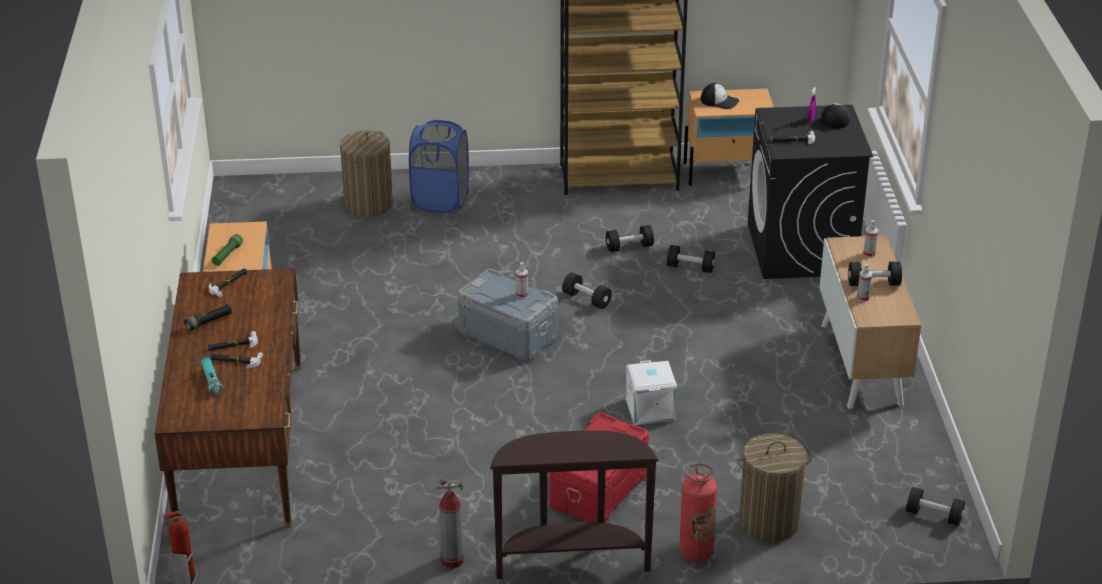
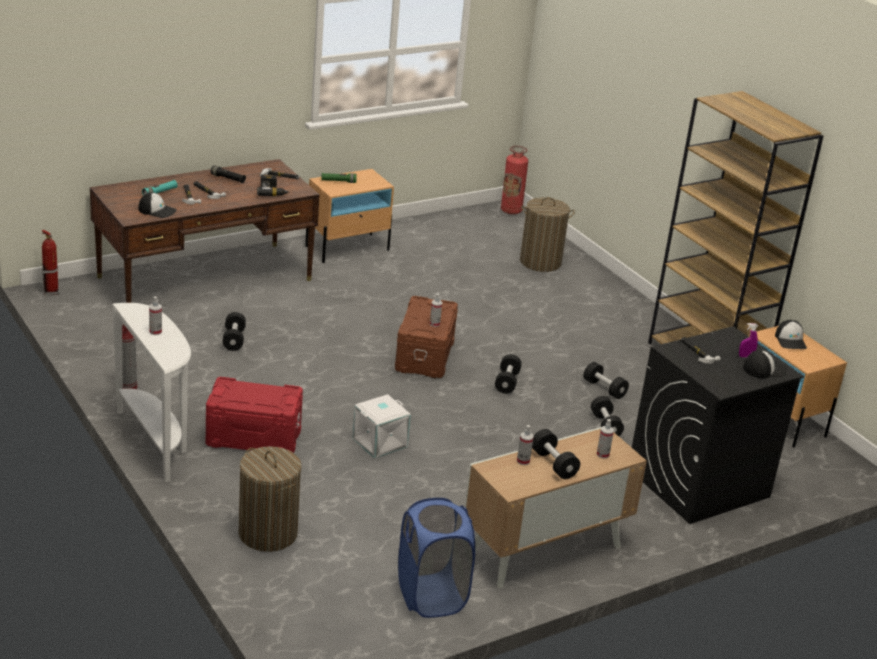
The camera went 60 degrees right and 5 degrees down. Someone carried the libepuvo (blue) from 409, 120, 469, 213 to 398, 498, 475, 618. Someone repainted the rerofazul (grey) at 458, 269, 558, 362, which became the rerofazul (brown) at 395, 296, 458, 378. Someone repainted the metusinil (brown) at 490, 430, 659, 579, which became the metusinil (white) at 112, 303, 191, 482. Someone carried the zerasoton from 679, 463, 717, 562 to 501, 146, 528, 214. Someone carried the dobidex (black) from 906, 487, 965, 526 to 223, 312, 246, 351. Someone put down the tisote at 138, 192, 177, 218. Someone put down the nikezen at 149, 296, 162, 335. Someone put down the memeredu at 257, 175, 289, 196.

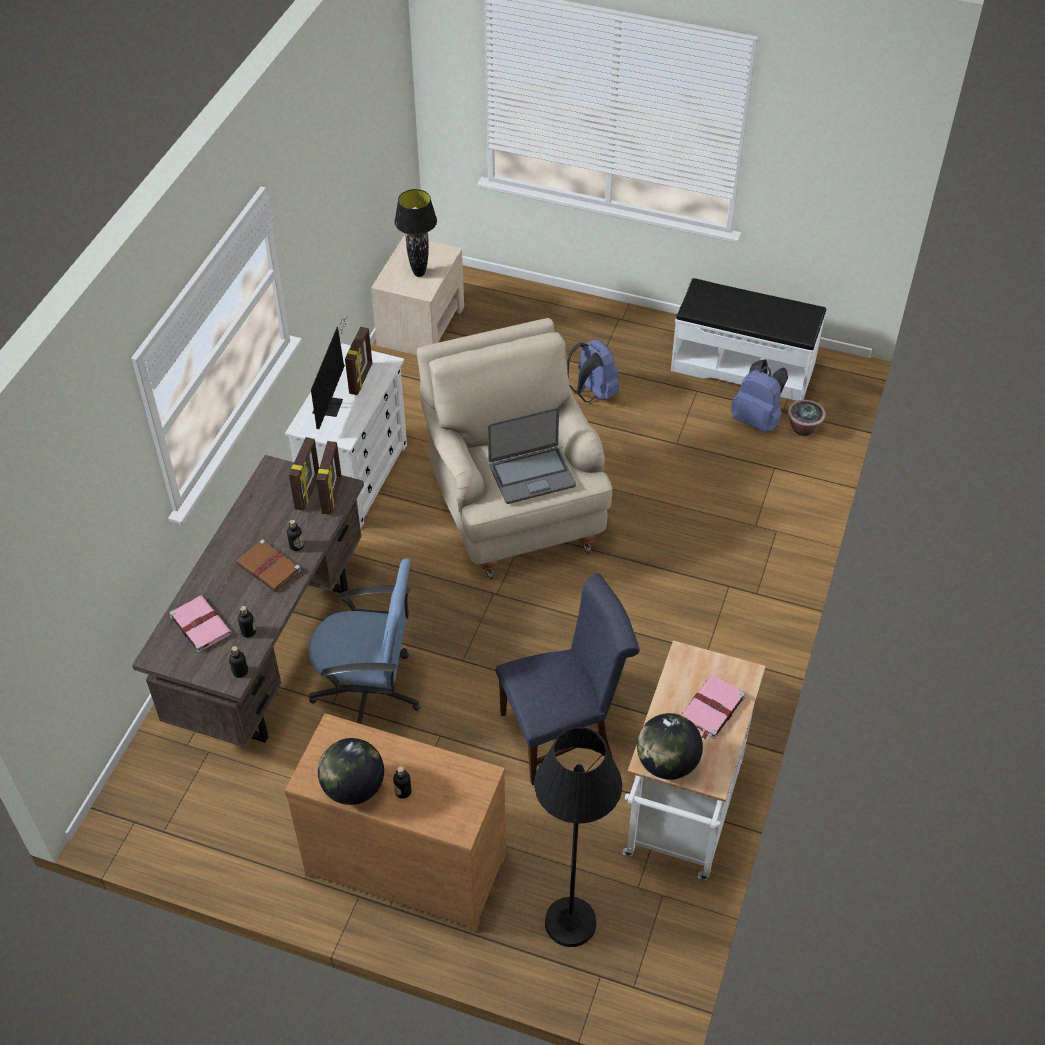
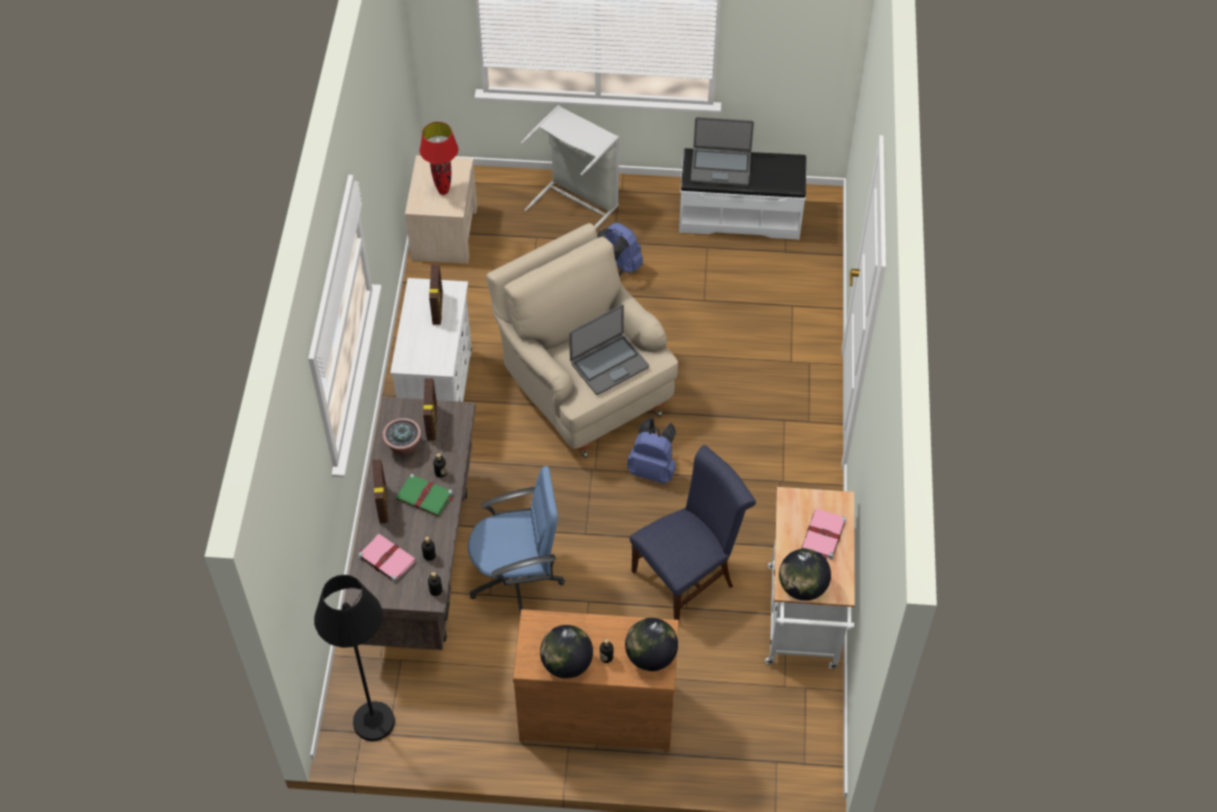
The camera went 15 degrees left and 5 degrees up. Someone repainted the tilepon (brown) at 236, 539, 301, 592, which became the tilepon (green) at 396, 474, 455, 516. Someone took away the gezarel at 311, 318, 345, 429. Someone carried the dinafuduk from 316, 441, 342, 515 to 372, 459, 389, 523. Someone repainted the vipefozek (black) at 394, 189, 437, 277, which became the vipefozek (red) at 420, 122, 458, 195. Someone carried the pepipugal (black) from 534, 727, 622, 947 to 314, 575, 395, 741. Someone carried the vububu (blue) from 730, 359, 788, 433 to 627, 418, 676, 484. Someone carried the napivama from 787, 400, 826, 436 to 382, 418, 421, 456. Someone put down the libepuvo (grey) at 521, 105, 619, 229. Someone put down the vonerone at 625, 618, 678, 671. Someone put down the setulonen at 691, 117, 754, 186.

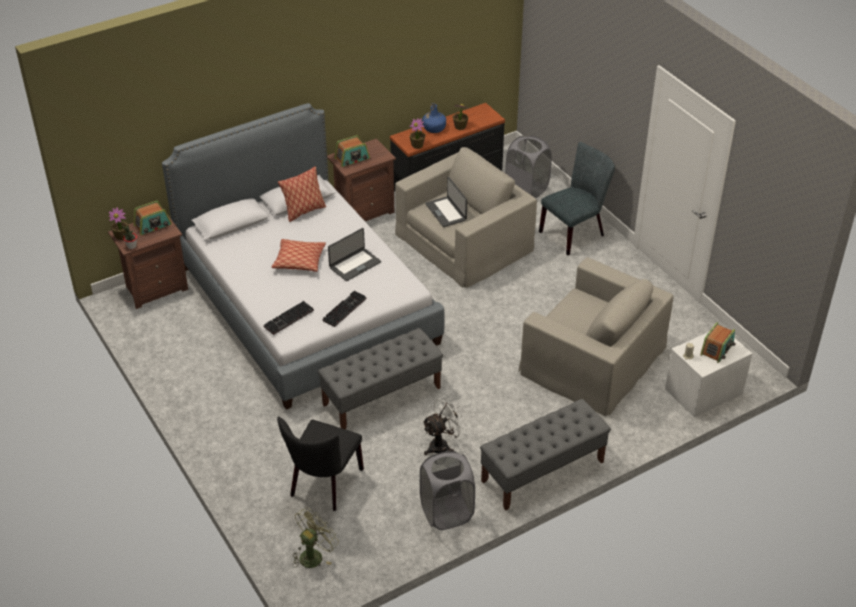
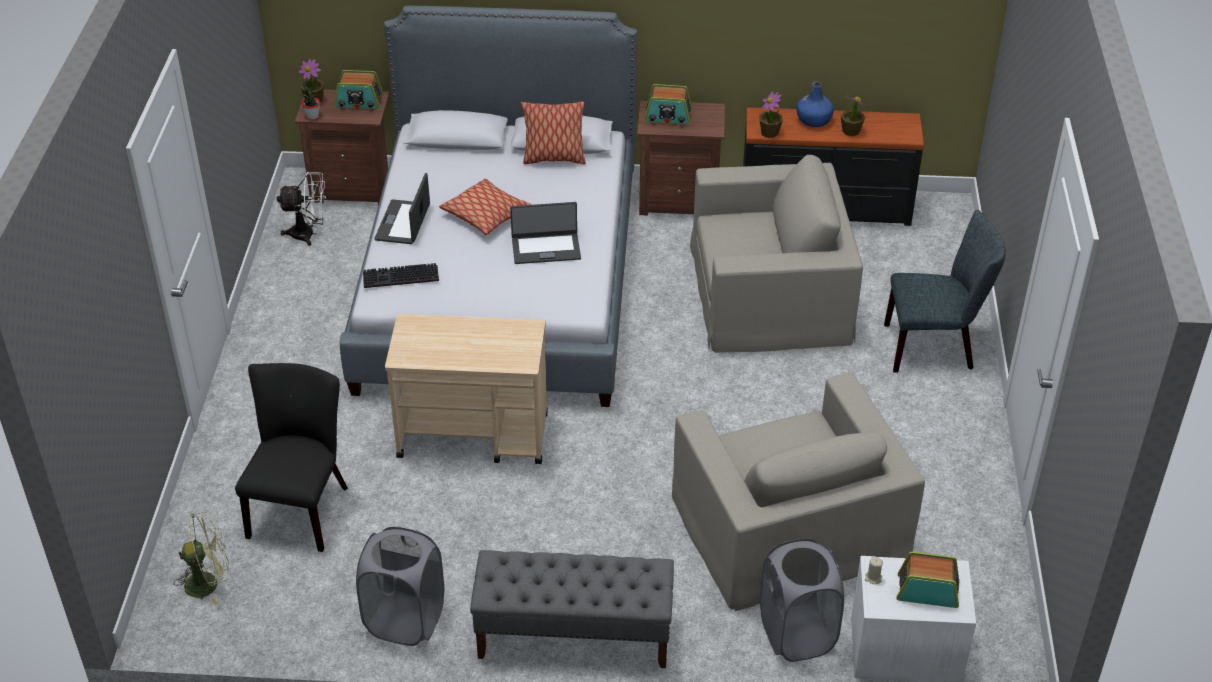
The camera went 35 degrees right and 0 degrees up. Someone rotated the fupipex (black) at 277, 416, 364, 511 by 135 degrees clockwise. Someone swapped the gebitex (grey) at 318, 328, 443, 429 for the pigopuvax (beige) at 385, 314, 548, 464. Someone took away the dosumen at 322, 290, 367, 327. Someone carried the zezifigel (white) from 422, 396, 467, 455 to 277, 172, 326, 246. Someone carried the setulonen from 425, 177, 467, 227 to 374, 173, 430, 244. Someone carried the libepuvo (grey) from 505, 136, 552, 198 to 760, 539, 844, 662. Someone rotated the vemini at 701, 322, 736, 363 by 150 degrees counterclockwise.

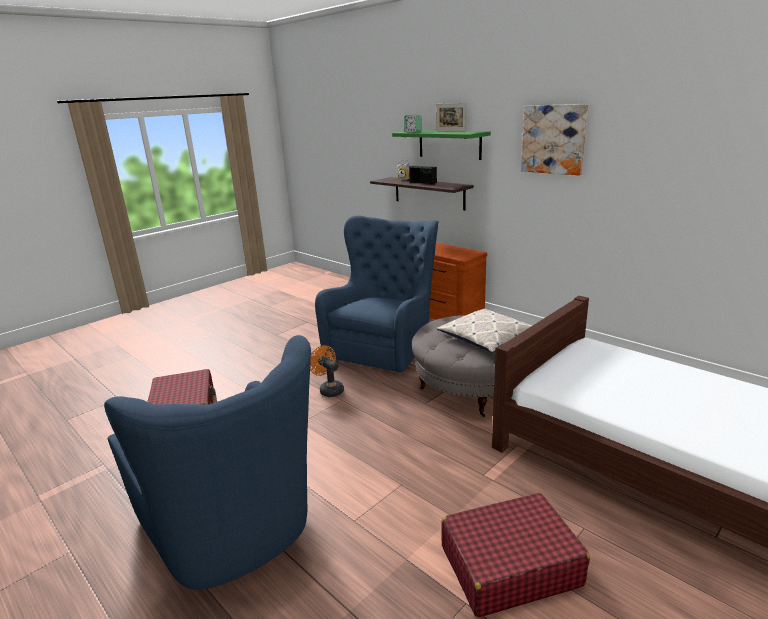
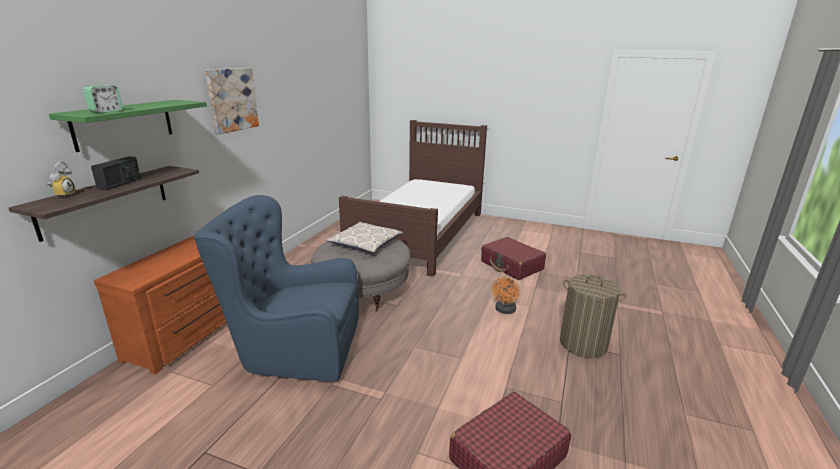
The camera went 115 degrees left and 0 degrees up. Someone swapped the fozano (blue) at 104, 335, 311, 590 for the libepuvo at 560, 274, 626, 358. Someone carried the zezifigel (orange) from 310, 345, 344, 397 to 492, 277, 520, 314. Someone took away the dinafuduk at 436, 103, 467, 131.

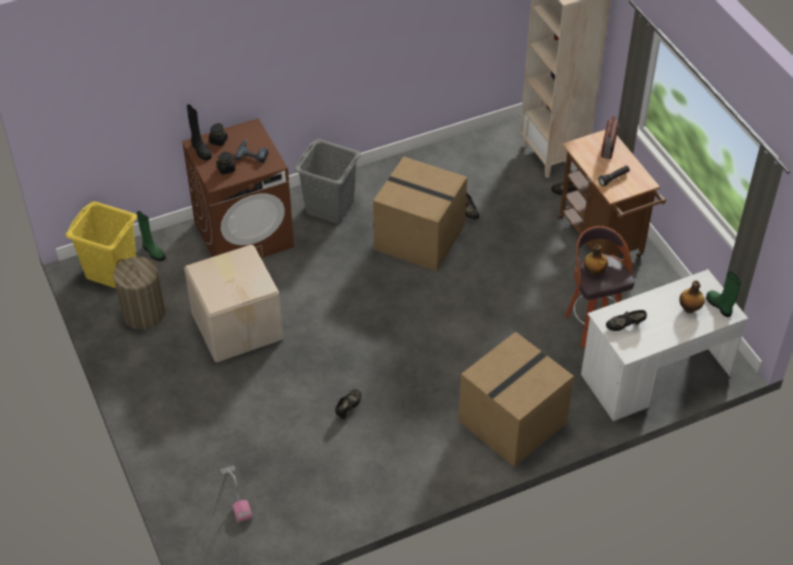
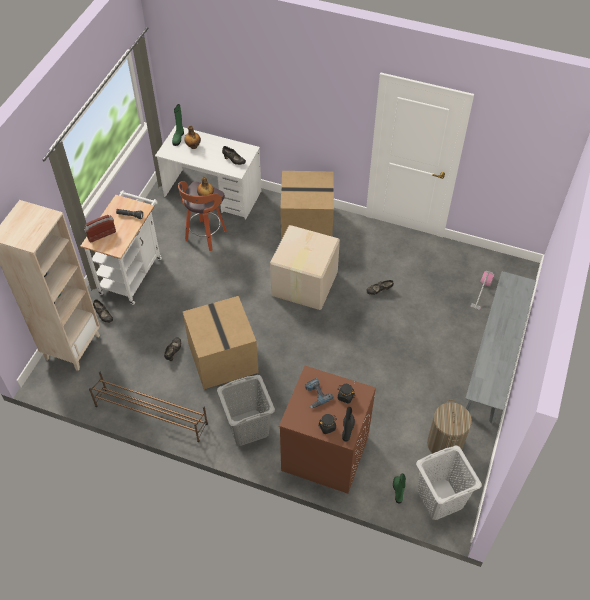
The camera went 135 degrees left and 5 degrees up. Someone repainted the libepuvo (yellow) at 66, 201, 137, 288, which became the libepuvo (grey) at 416, 446, 482, 520. Someone carried the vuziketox from 184, 245, 283, 362 to 270, 225, 340, 310. Someone repainted the pigopuvax (brown) at 557, 130, 666, 258, which became the pigopuvax (white) at 80, 190, 162, 305. Someone put down the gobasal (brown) at 89, 372, 208, 442. Someone put down the gebitex (grey) at 465, 271, 536, 424.

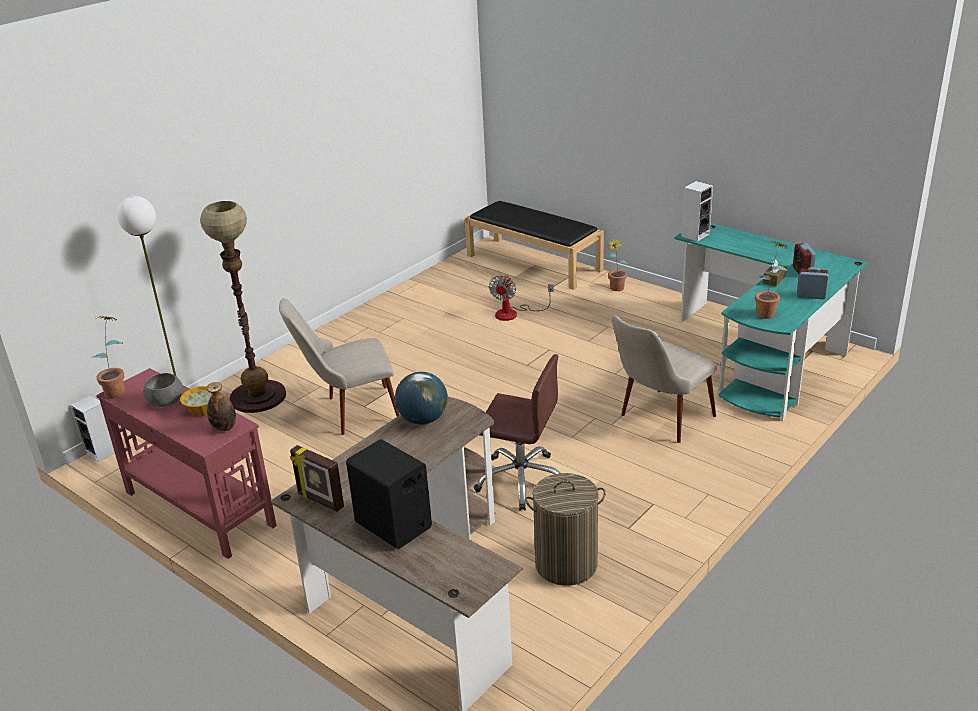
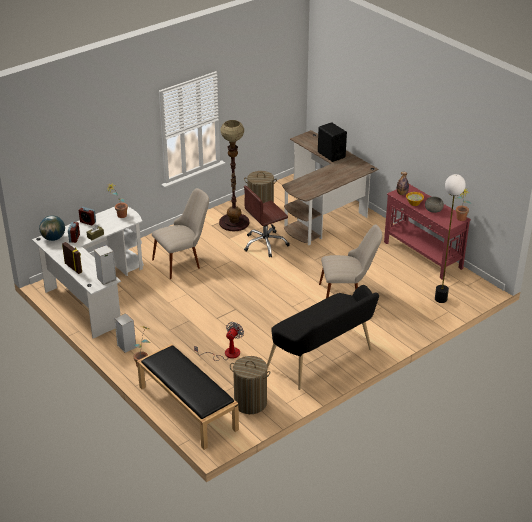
The camera went 170 degrees left and 5 degrees up. Someone carried the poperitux from 70, 395, 115, 462 to 115, 313, 136, 353. Someone carried the pepipugal from 200, 201, 286, 413 to 219, 120, 249, 231. Someone carried the dinafuduk from 290, 445, 344, 512 to 62, 242, 82, 274. Someone carried the vonerone from 395, 372, 448, 425 to 39, 216, 65, 241. Someone rotated the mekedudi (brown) at 474, 354, 560, 511 by 60 degrees counterclockwise. Someone repainted the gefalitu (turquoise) at 674, 223, 868, 421, which became the gefalitu (white) at 32, 207, 144, 339. Someone put down the libepuvo at 230, 356, 270, 414. Someone put down the gebitex (black) at 267, 285, 379, 390.

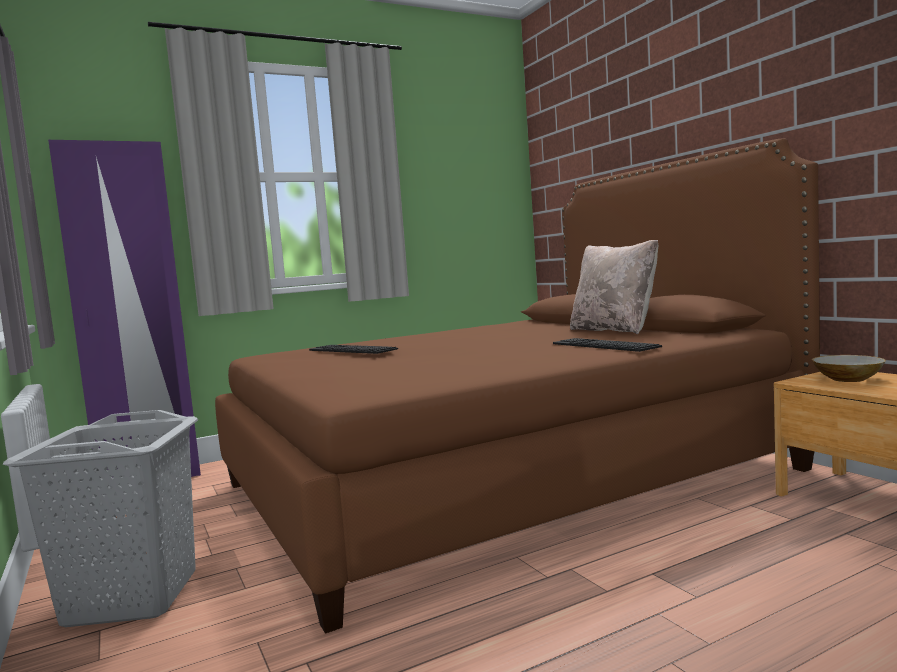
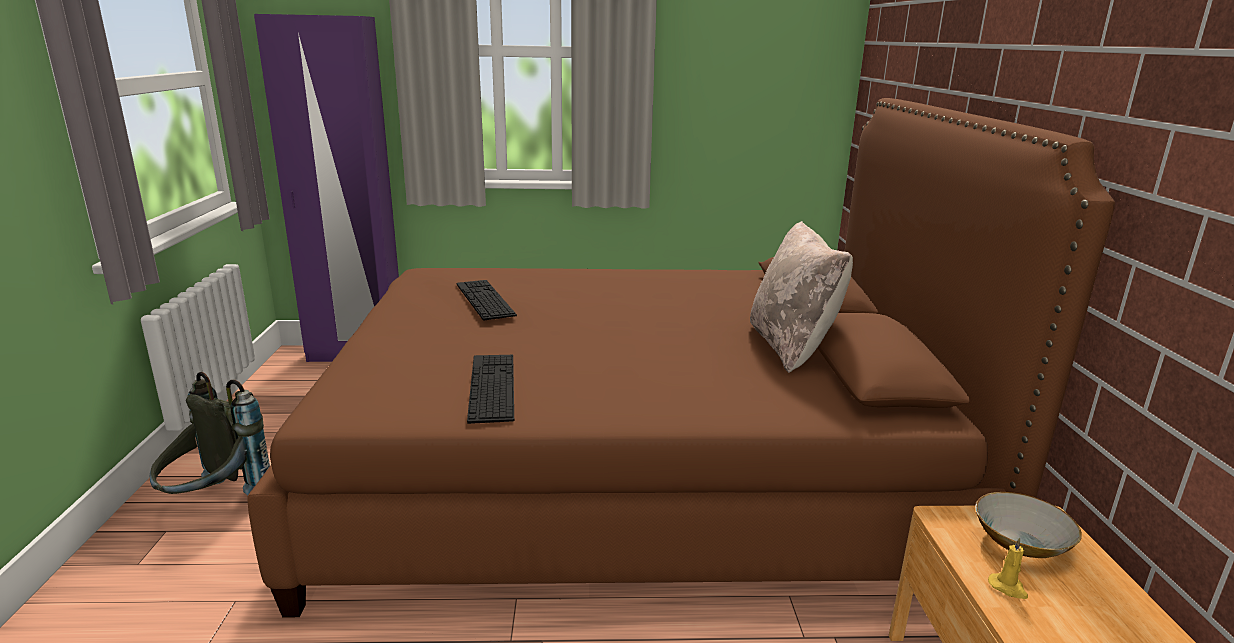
The camera went 25 degrees right and 15 degrees up. Someone swapped the libepuvo (grey) at 3, 410, 198, 627 for the vububu (grey) at 150, 372, 270, 496. Someone carried the dosumen from 553, 338, 662, 352 to 467, 355, 514, 424. Someone put down the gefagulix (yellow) at 988, 538, 1028, 599.

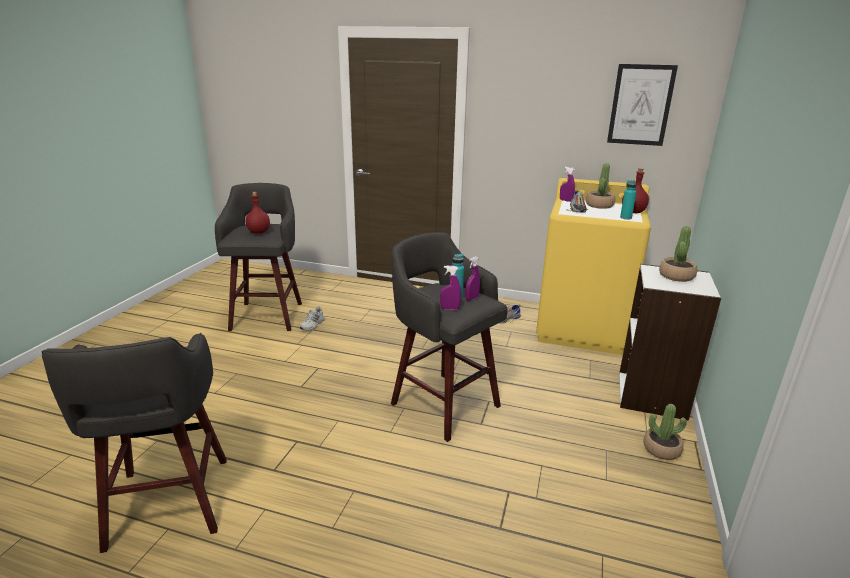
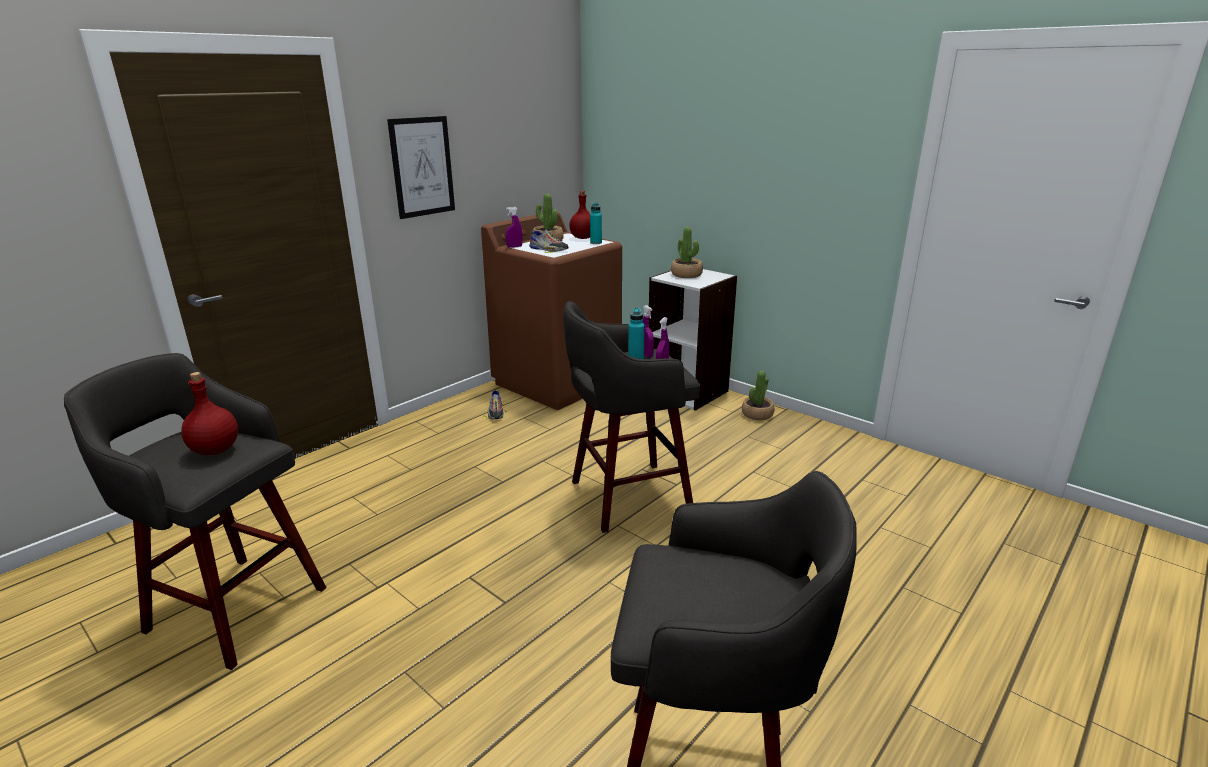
The camera went 65 degrees left and 0 degrees up. Someone took away the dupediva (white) at 299, 307, 325, 331. Someone repainted the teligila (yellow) at 536, 178, 651, 355, which became the teligila (brown) at 481, 212, 622, 410. Someone carried the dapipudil from 607, 64, 678, 146 to 387, 116, 455, 219.

